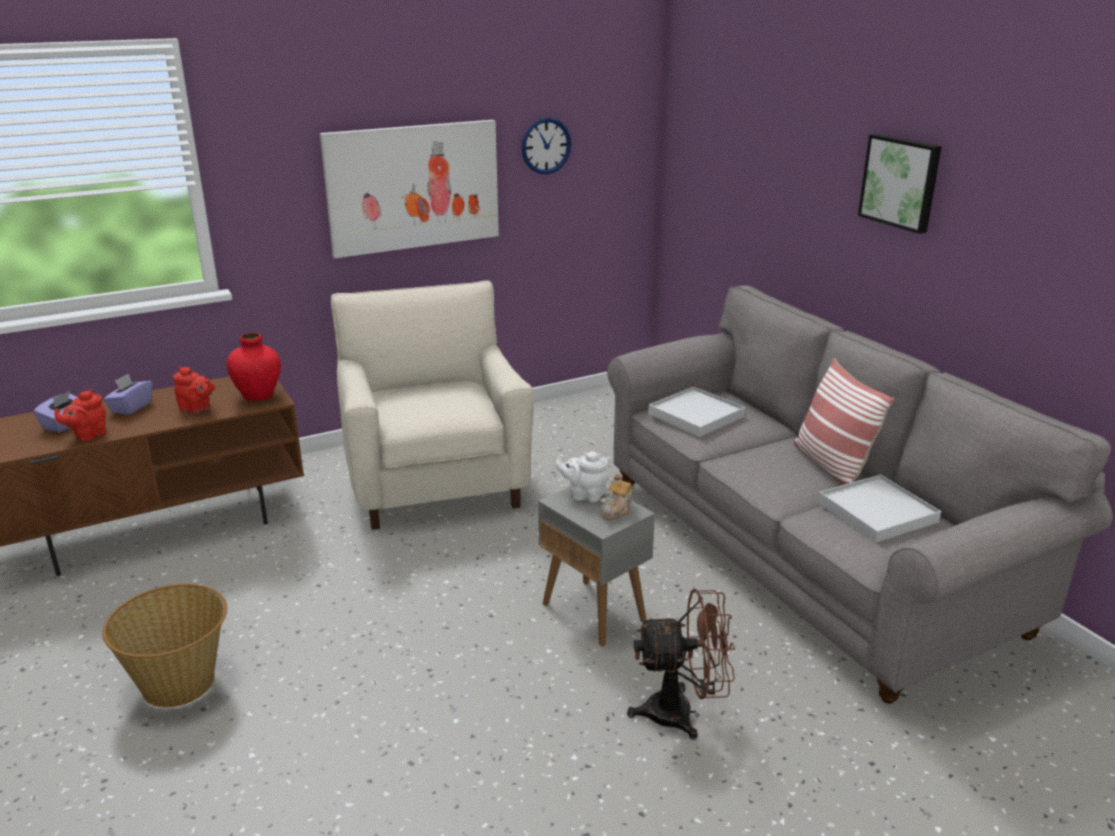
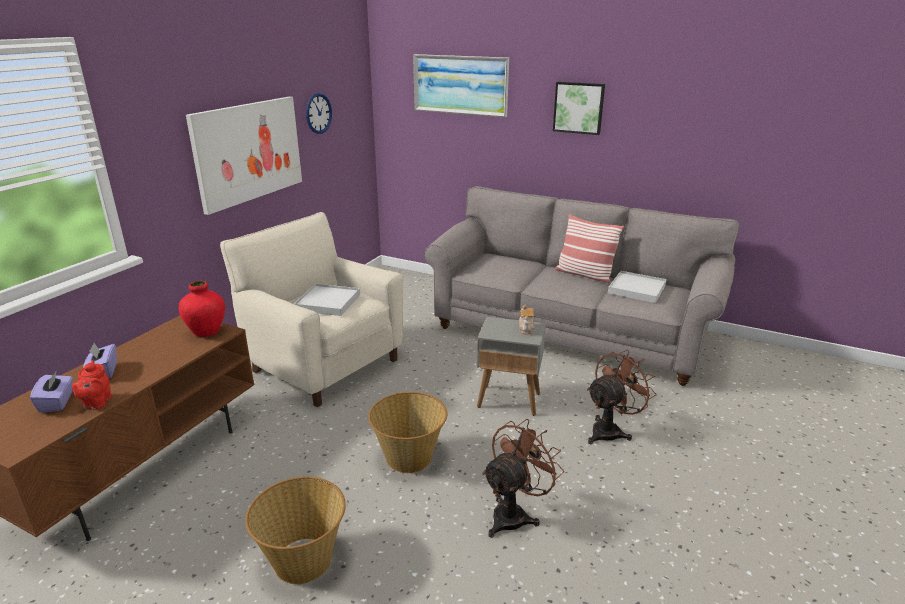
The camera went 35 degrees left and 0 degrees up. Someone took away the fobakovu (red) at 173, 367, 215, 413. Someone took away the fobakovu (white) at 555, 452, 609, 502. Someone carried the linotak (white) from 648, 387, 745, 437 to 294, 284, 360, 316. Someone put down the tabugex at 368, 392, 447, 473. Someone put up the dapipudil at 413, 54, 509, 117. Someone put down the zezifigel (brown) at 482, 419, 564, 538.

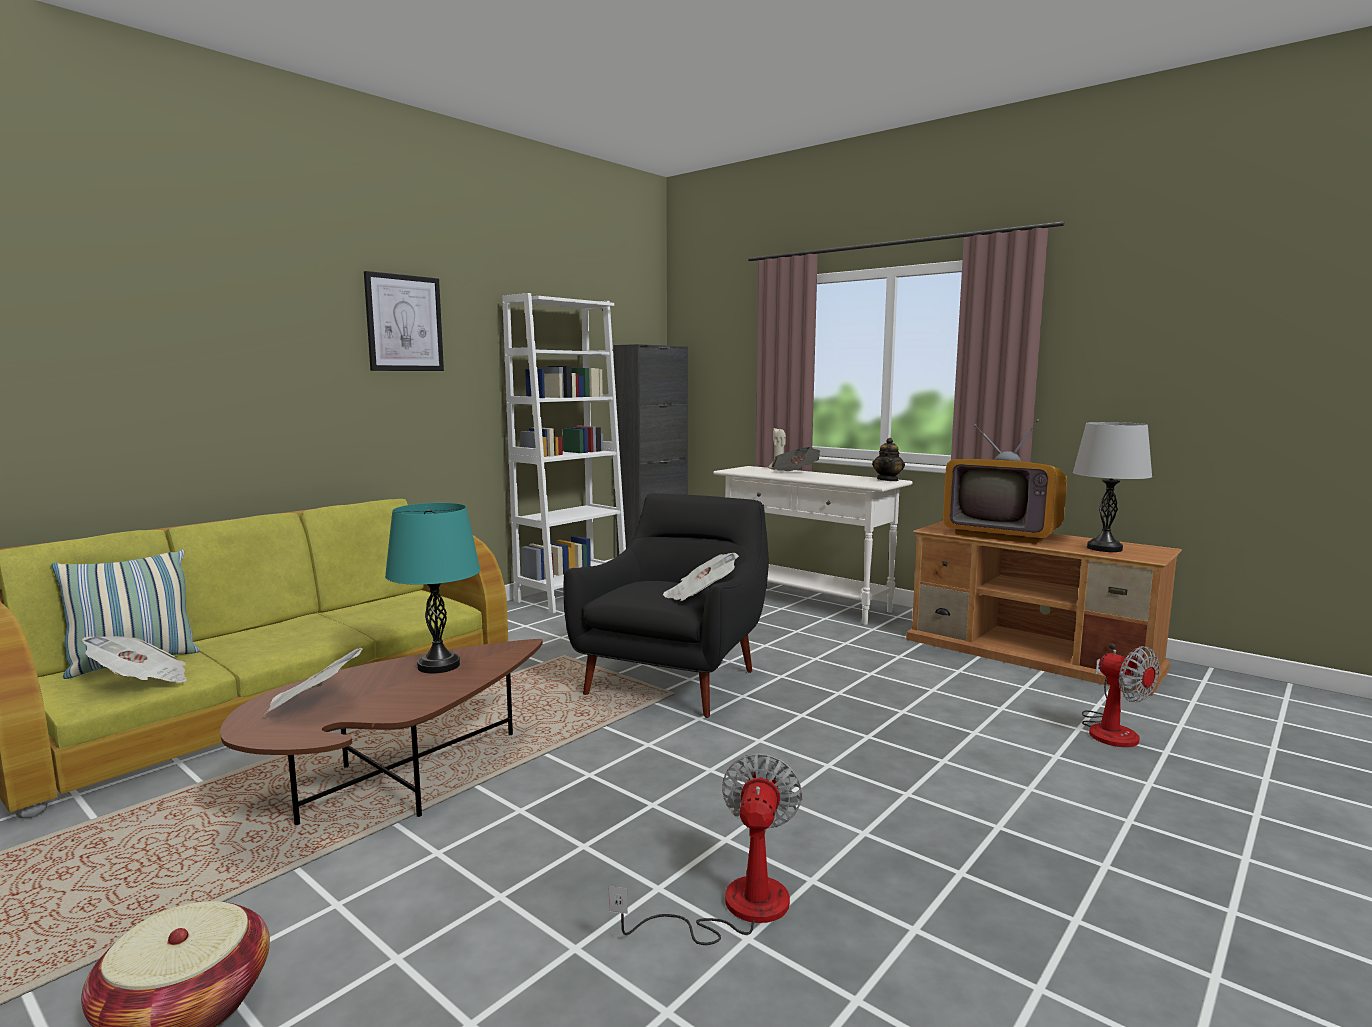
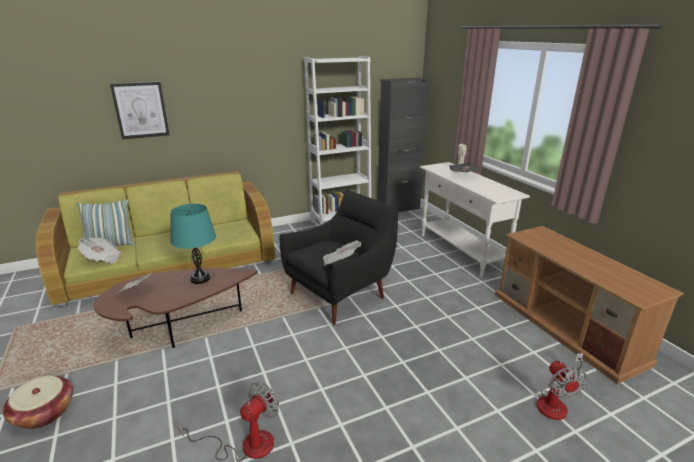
The camera went 25 degrees right and 15 degrees up. Someone carried the dapipudil from 364, 271, 444, 371 to 110, 82, 169, 139. Someone took away the fobakovu at 872, 438, 905, 481. Someone took away the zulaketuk at 943, 419, 1067, 544. Someone took away the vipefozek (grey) at 1073, 422, 1152, 552.

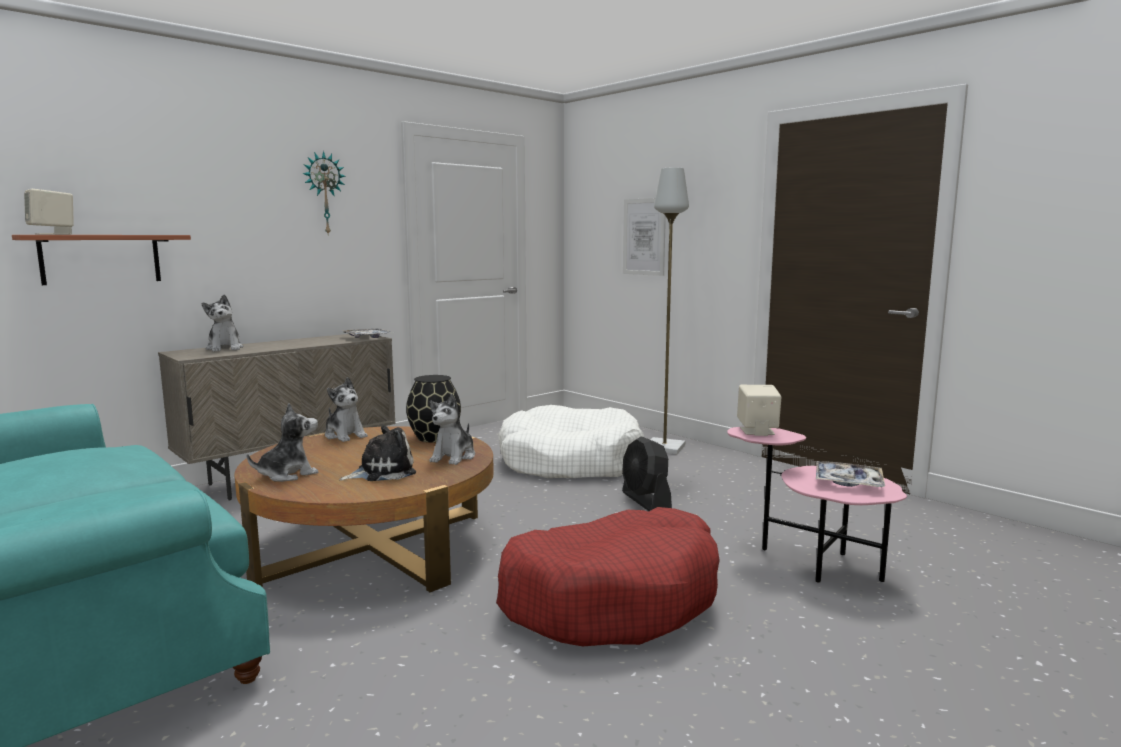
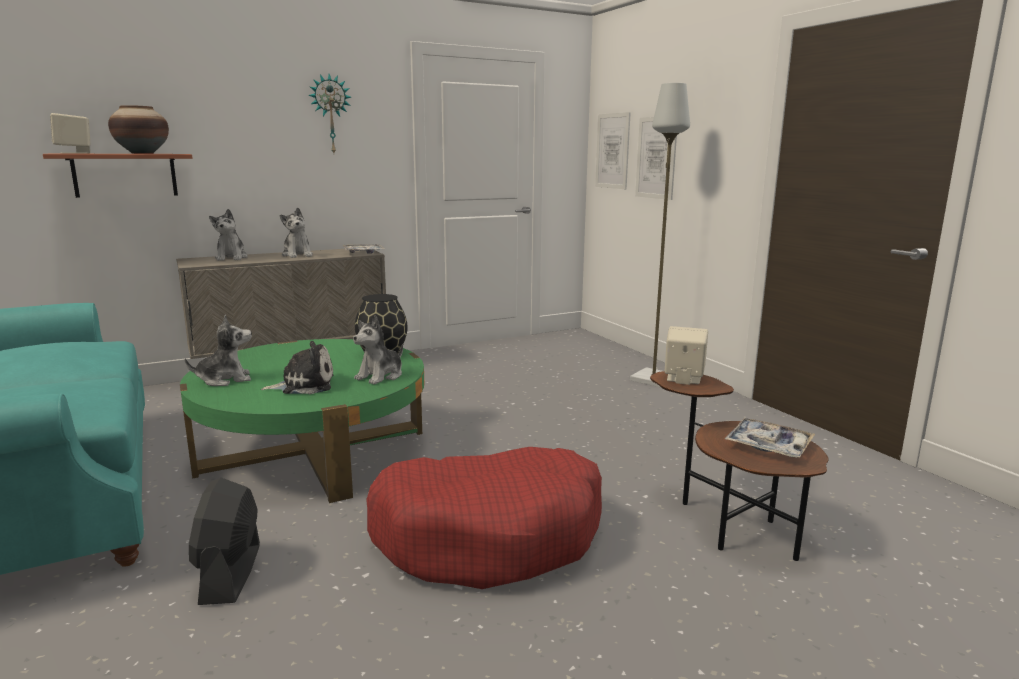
The camera went 15 degrees right and 5 degrees up. Someone repainted the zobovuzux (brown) at 235, 426, 494, 592, which became the zobovuzux (green) at 180, 339, 425, 503. Someone carried the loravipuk from 325, 377, 368, 442 to 280, 207, 313, 258. Someone took away the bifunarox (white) at 498, 405, 644, 478. Someone carried the zezifigel (black) from 622, 436, 672, 511 to 189, 477, 260, 605. Someone repainted the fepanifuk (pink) at 727, 427, 907, 583, which became the fepanifuk (brown) at 650, 371, 829, 561. Someone put down the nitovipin at 108, 105, 169, 154. Someone put up the dapipudil at 595, 112, 631, 189.

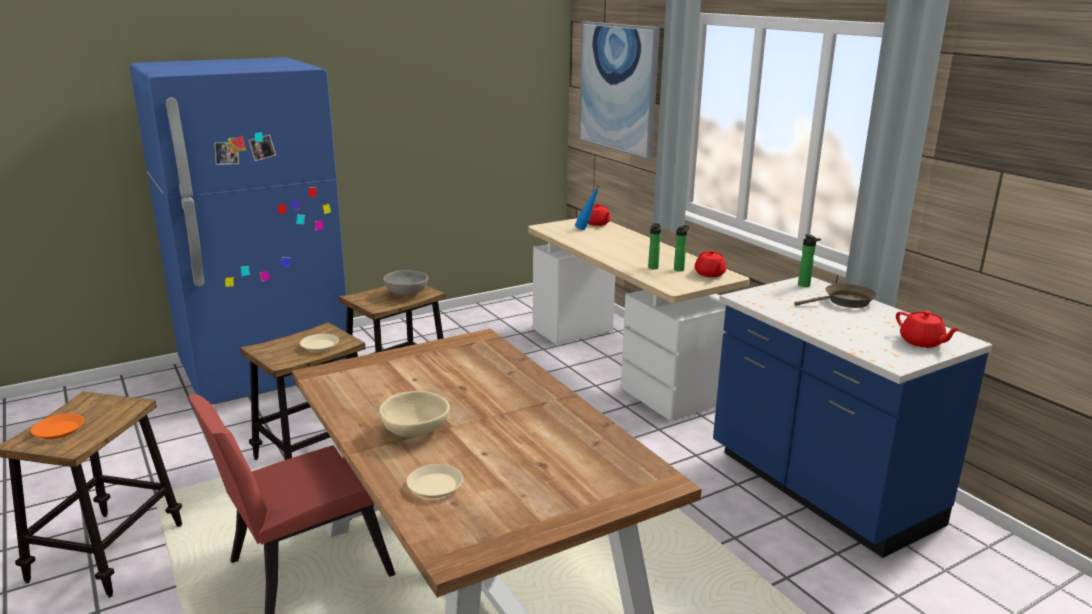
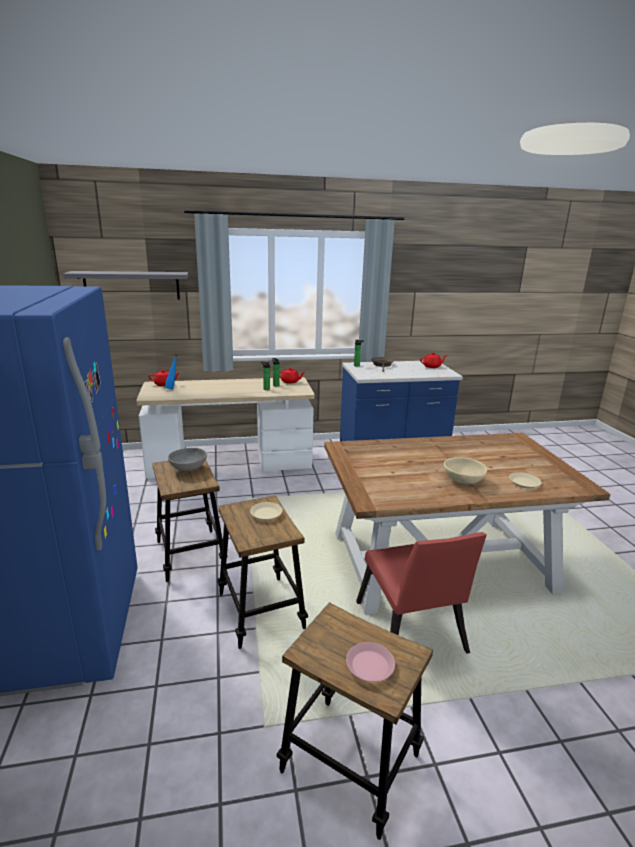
The camera went 70 degrees left and 0 degrees up. Someone repainted the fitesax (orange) at 31, 413, 84, 439, which became the fitesax (pink) at 346, 642, 395, 682. Someone swapped the dapipudil at 579, 21, 660, 160 for the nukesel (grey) at 63, 271, 188, 299.

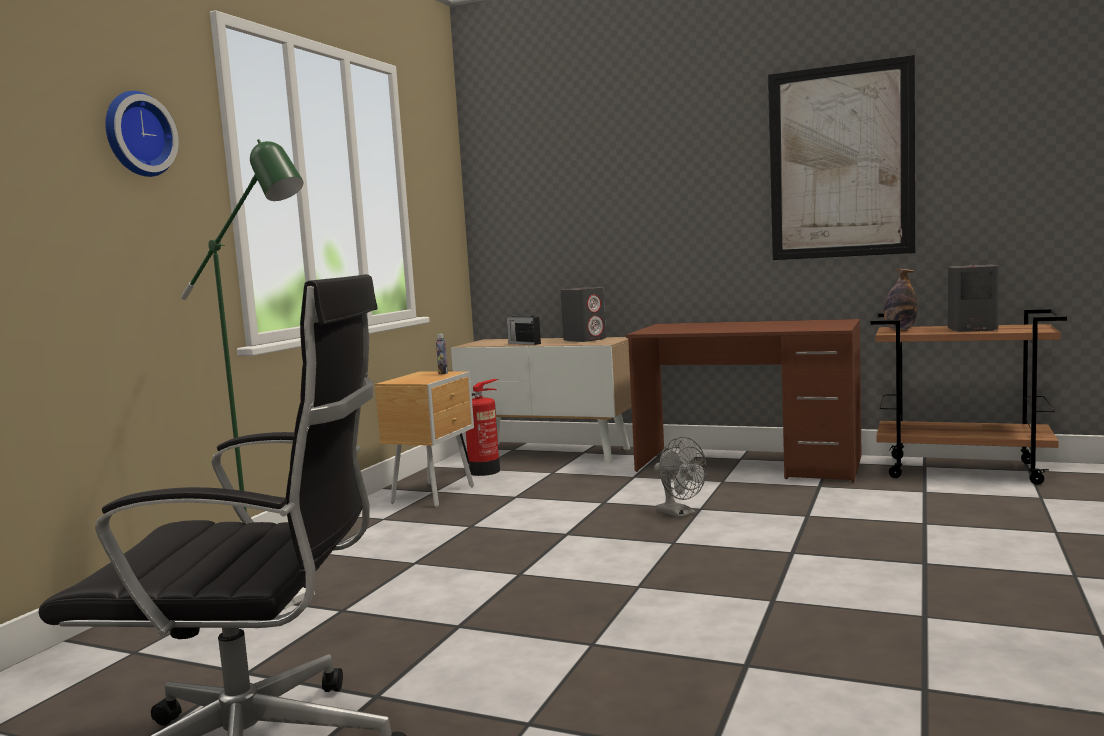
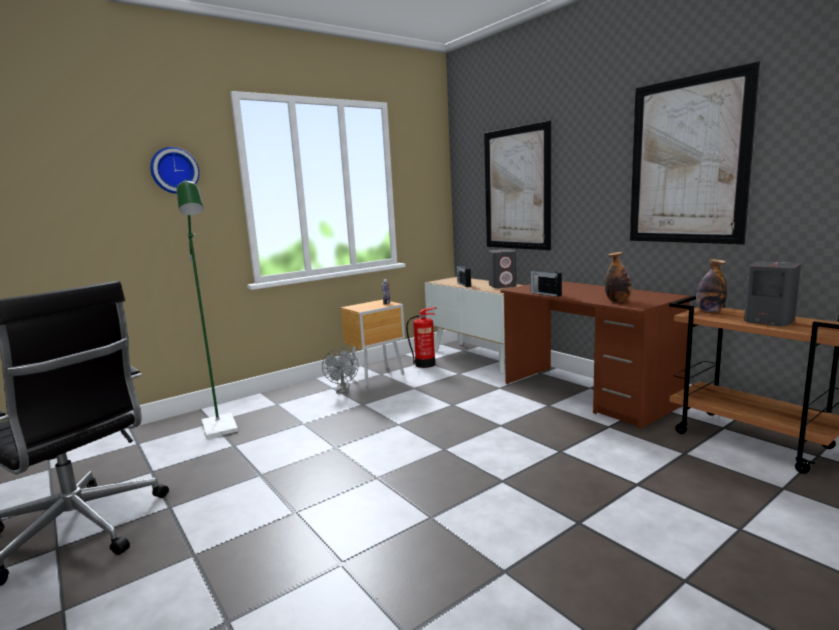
The camera went 30 degrees right and 5 degrees up. Someone carried the zezifigel (grey) from 654, 436, 707, 518 to 322, 348, 358, 394. Someone put up the dapipudil at 484, 120, 551, 250. Someone put down the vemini at 530, 266, 562, 297. Someone put down the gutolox at 605, 252, 632, 302.

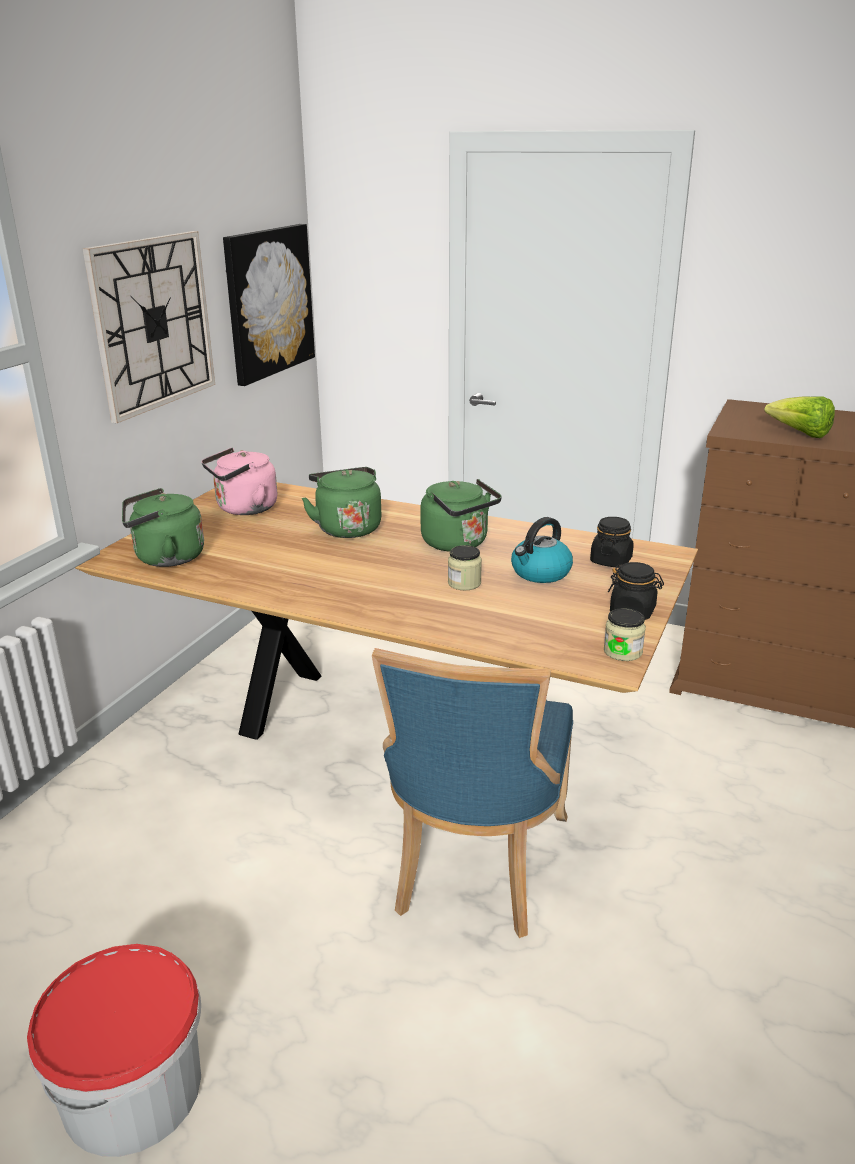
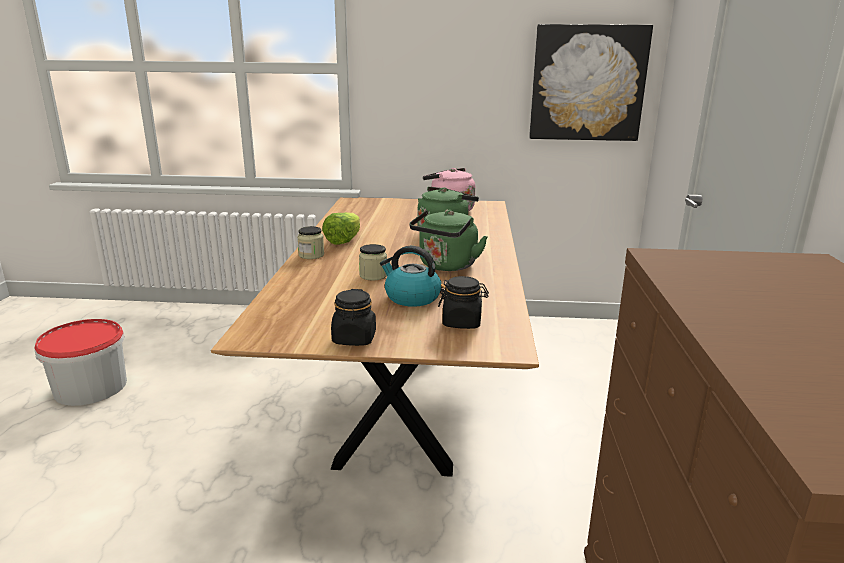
The camera went 70 degrees right and 5 degrees down. Someone took away the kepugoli at 82, 231, 215, 423. Someone took away the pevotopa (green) at 122, 488, 204, 567. Someone took away the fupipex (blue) at 372, 648, 573, 938. Someone carried the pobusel from 604, 608, 646, 661 to 297, 226, 324, 259. Someone carried the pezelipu from 764, 396, 835, 438 to 322, 212, 360, 245.

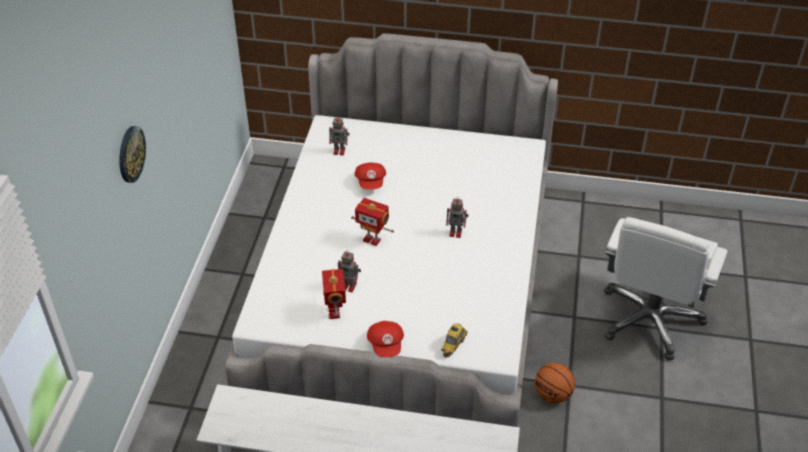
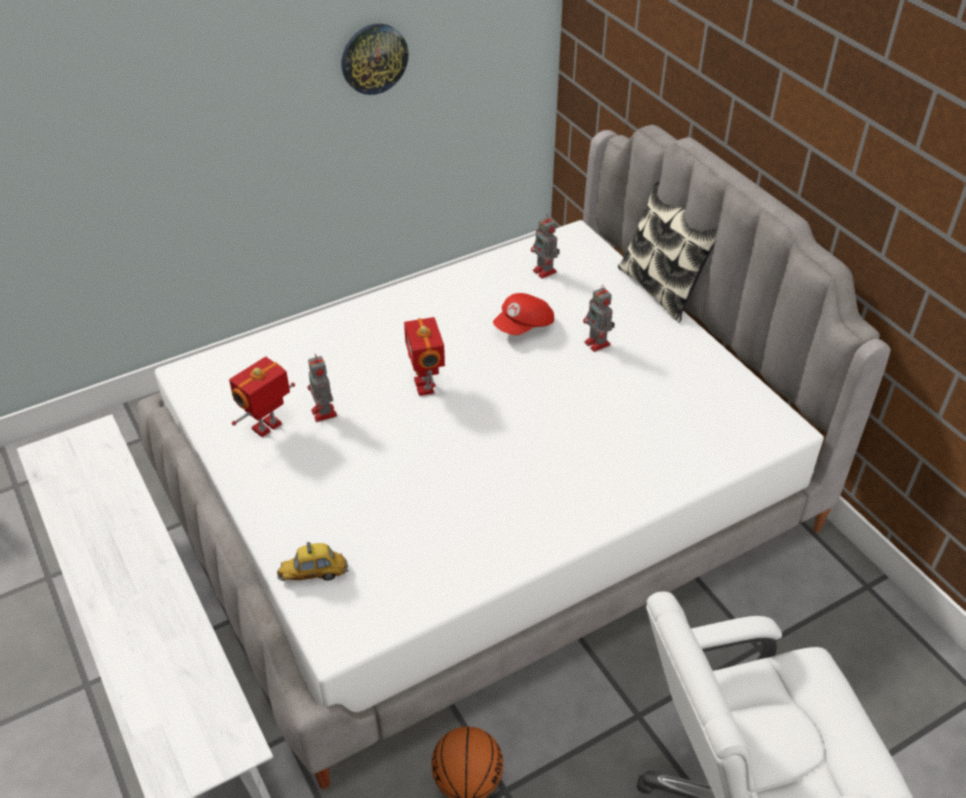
The camera went 50 degrees right and 0 degrees up. Someone carried the kepugoli from 119, 126, 146, 183 to 342, 24, 409, 95. Someone took away the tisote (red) at 367, 321, 404, 357. Someone carried the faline from 446, 197, 468, 238 to 583, 285, 615, 352. Someone put down the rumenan at 618, 182, 717, 323.

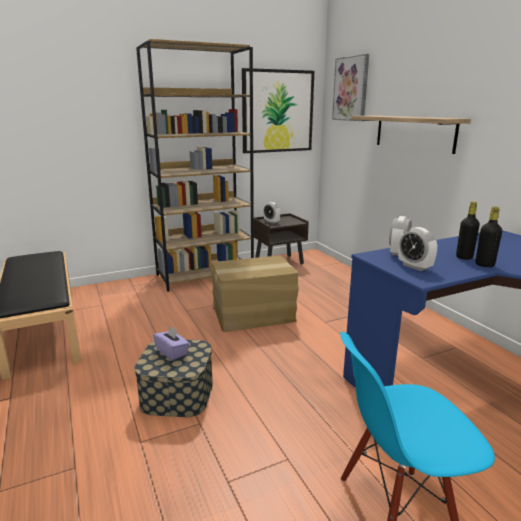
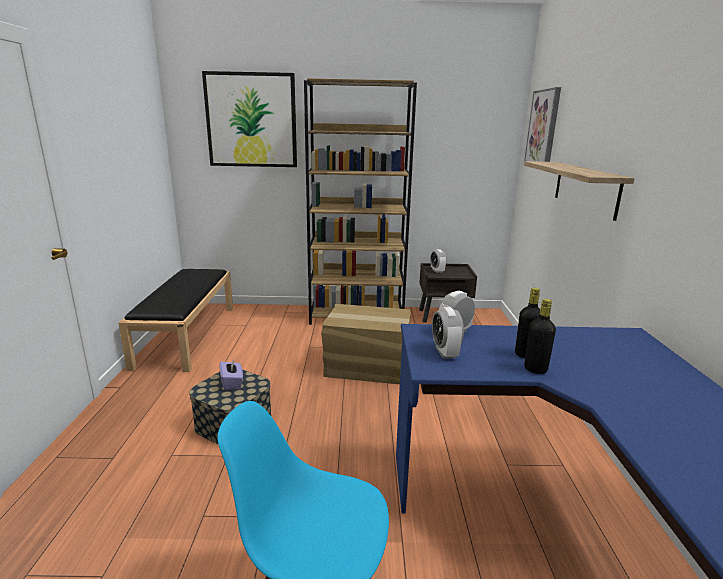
The camera went 25 degrees right and 0 degrees up. Someone carried the dapipudil from 242, 68, 314, 153 to 202, 71, 297, 167.

